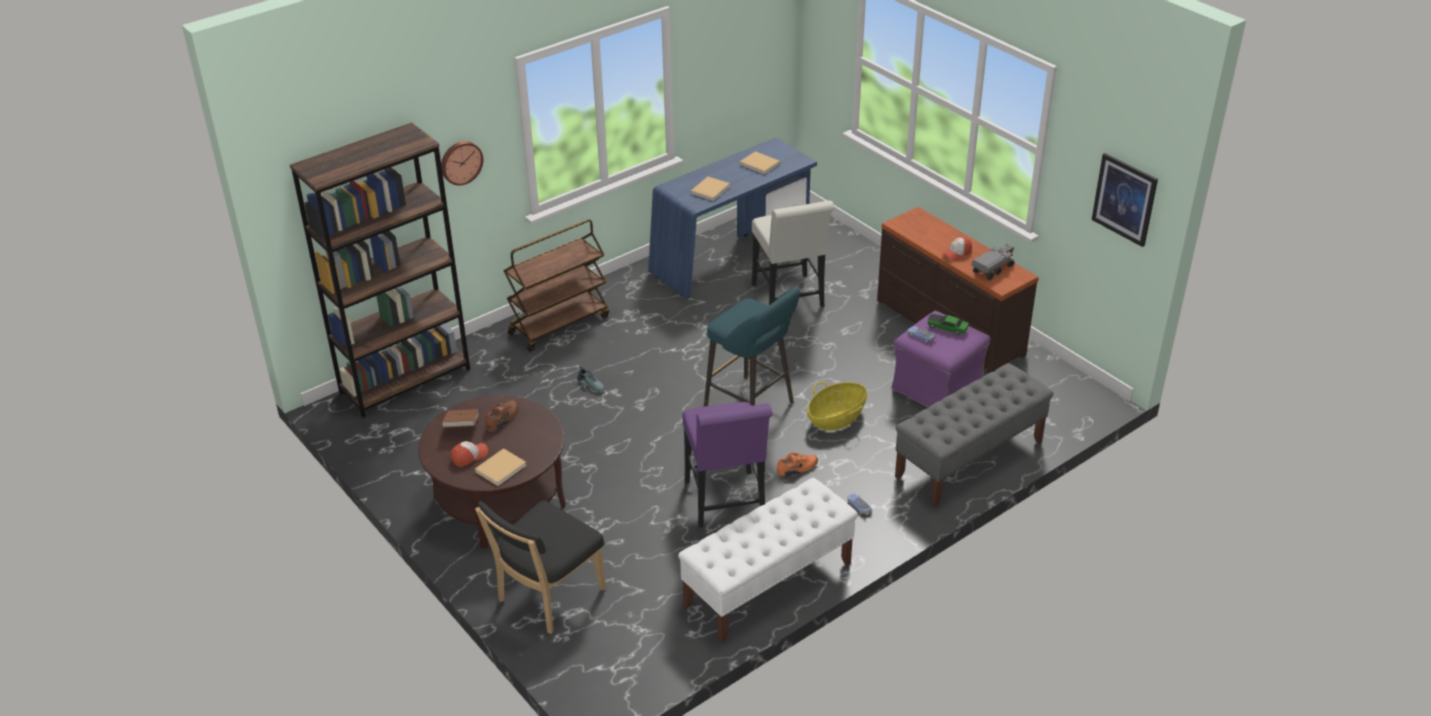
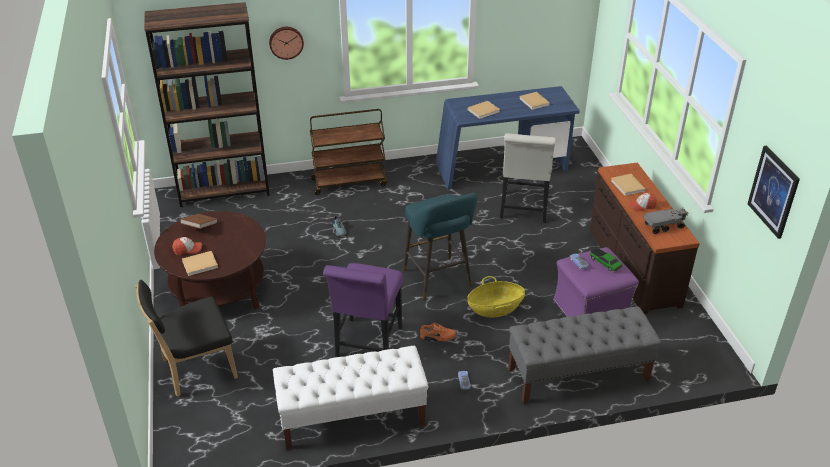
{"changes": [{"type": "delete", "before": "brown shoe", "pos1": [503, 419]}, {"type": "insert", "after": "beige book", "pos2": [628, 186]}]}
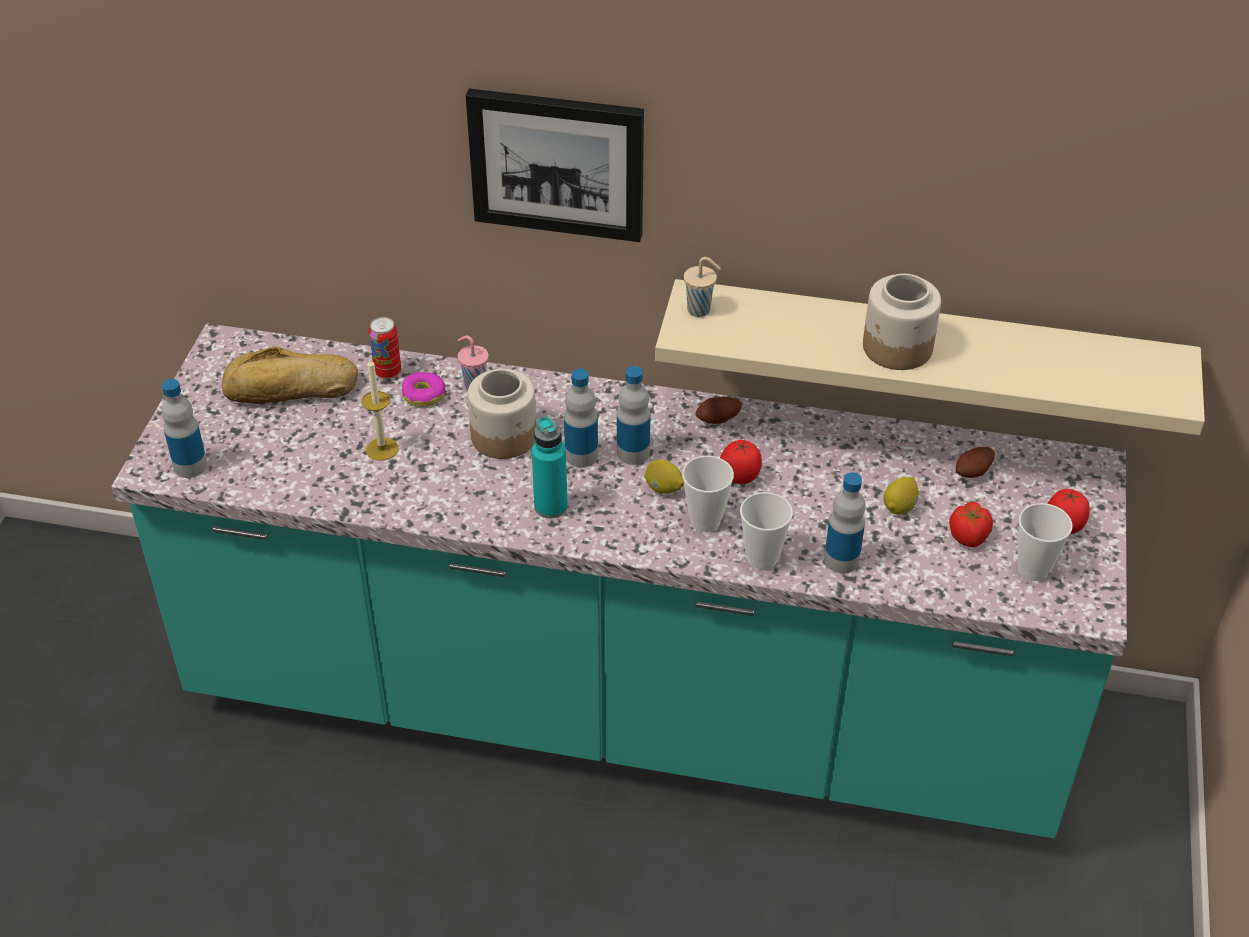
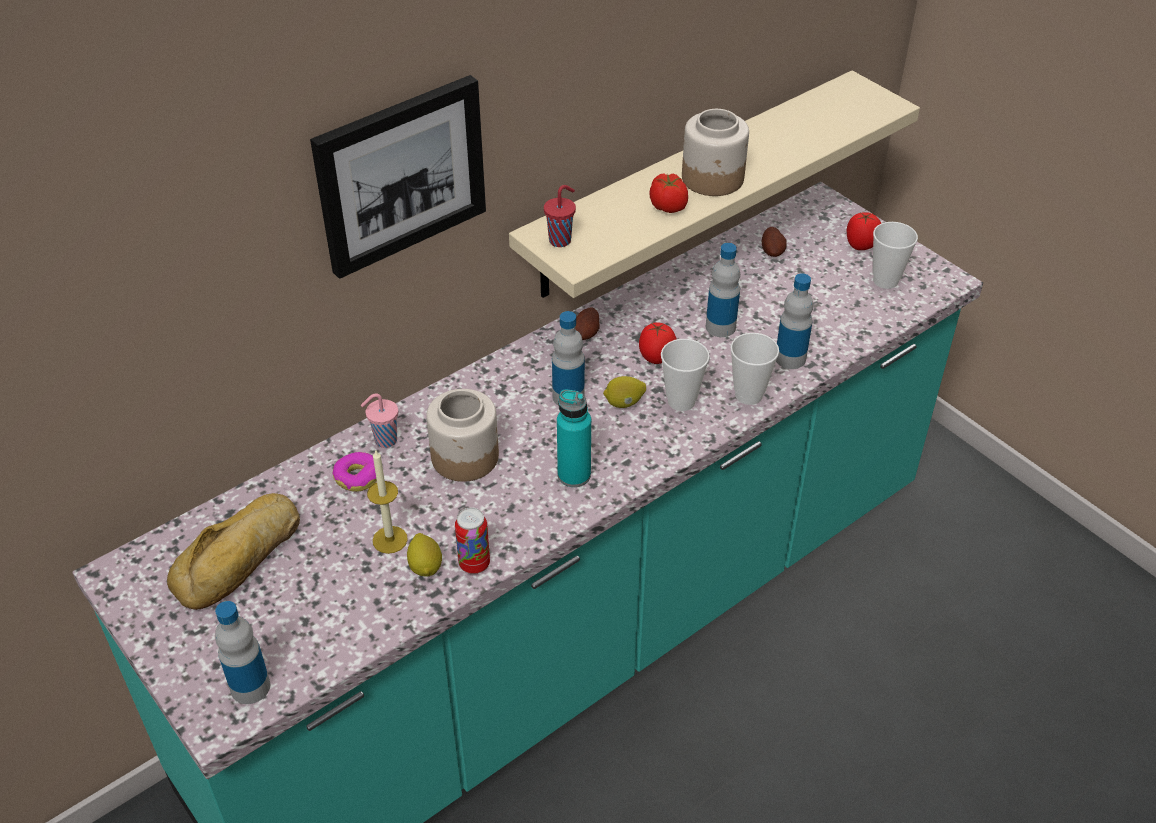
{"changes": [{"type": "recolor", "before": "beige cup", "after": "red cup", "pos1": [700, 310], "pos2": [561, 240]}, {"type": "move", "before": "can", "pos1": [388, 372], "pos2": [474, 564]}, {"type": "move", "before": "bottle", "pos1": [581, 455], "pos2": [720, 327]}, {"type": "move", "before": "lemon", "pos1": [900, 507], "pos2": [426, 566]}, {"type": "move", "before": "tomato", "pos1": [968, 537], "pos2": [668, 207]}]}
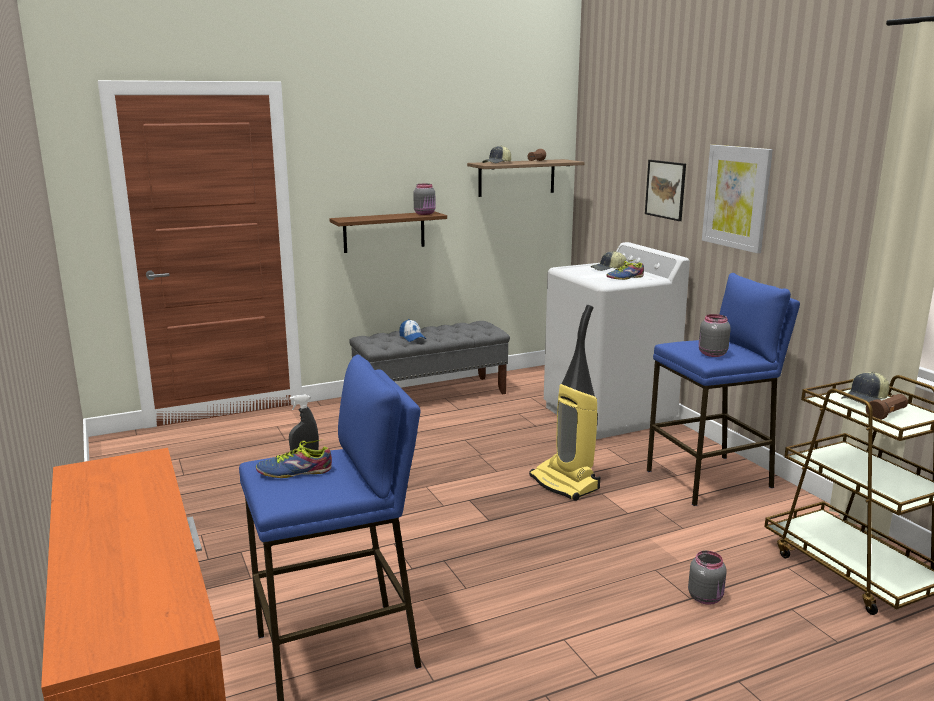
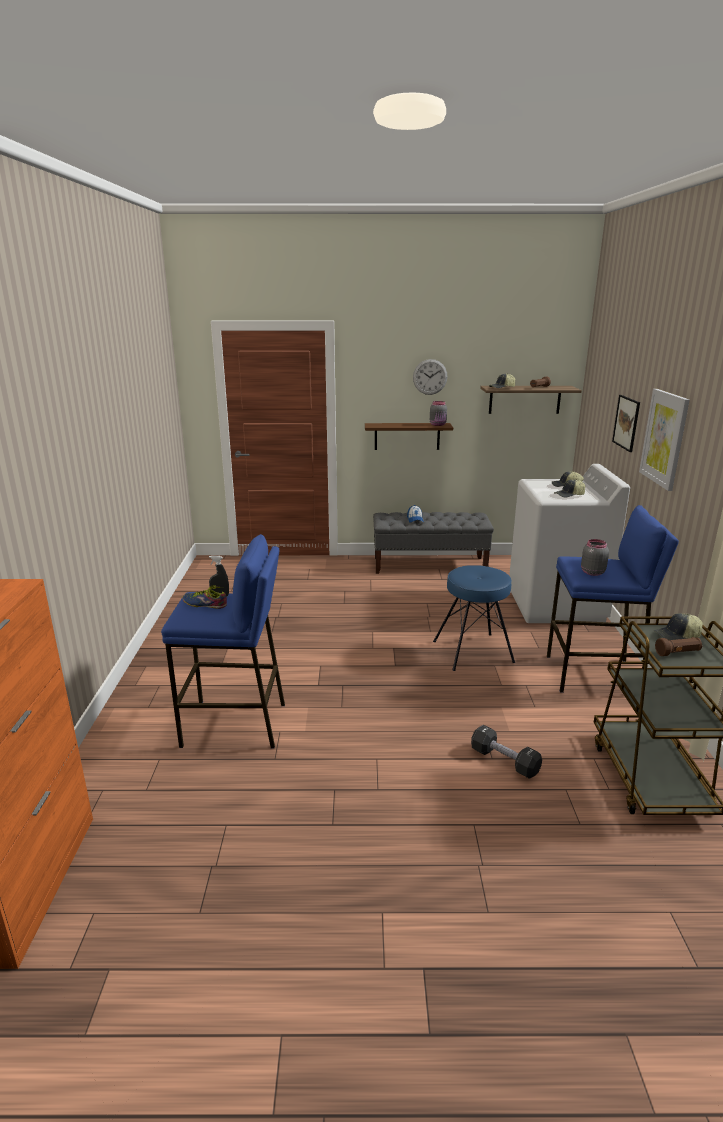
{"changes": [{"type": "replace", "before": "shoe", "after": "cap", "pos1": [624, 277], "pos2": [569, 495]}, {"type": "replace", "before": "vacuum cleaner", "after": "blue stool", "pos1": [565, 483], "pos2": [473, 652]}, {"type": "replace", "before": "grey jar", "after": "black dumbbell", "pos1": [706, 597], "pos2": [504, 761]}, {"type": "insert", "after": "wall clock", "pos2": [430, 377]}]}
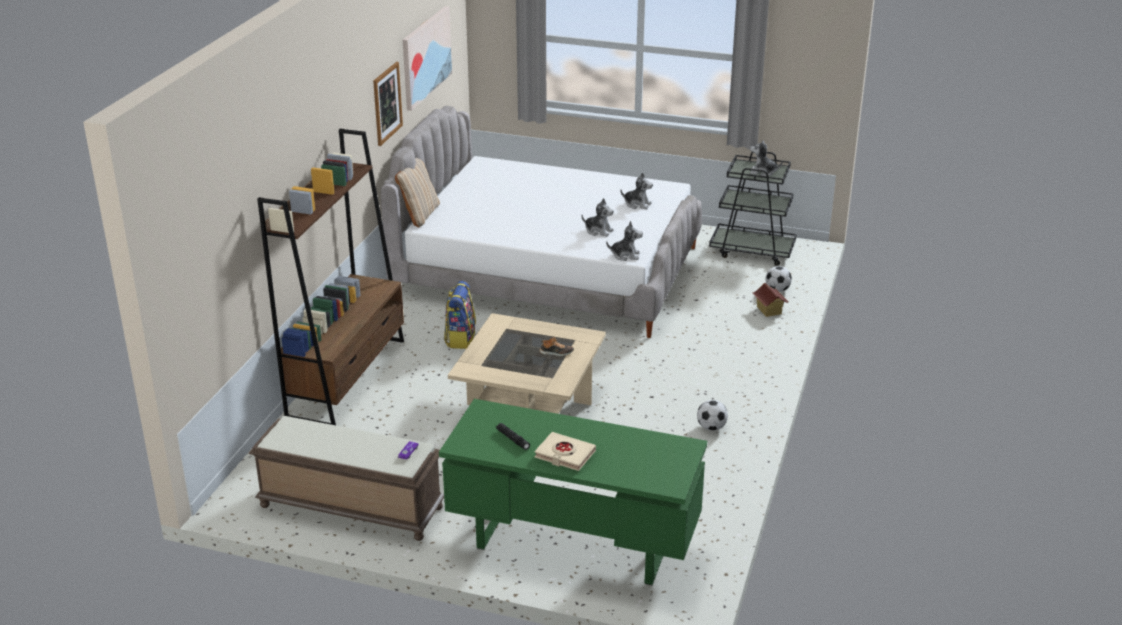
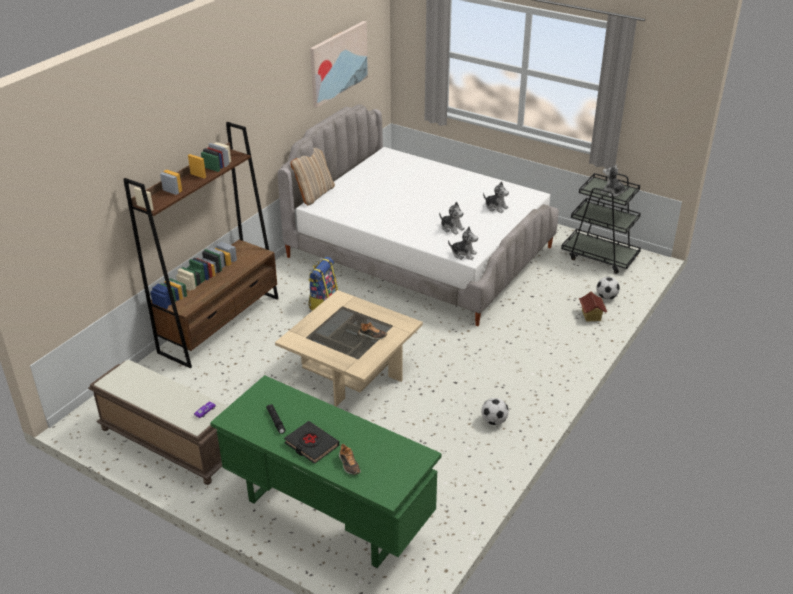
{"changes": [{"type": "delete", "before": "picture", "pos1": [387, 103]}, {"type": "recolor", "before": "beige book", "after": "black book", "pos1": [565, 455], "pos2": [311, 445]}, {"type": "insert", "after": "shoe", "pos2": [349, 464]}]}
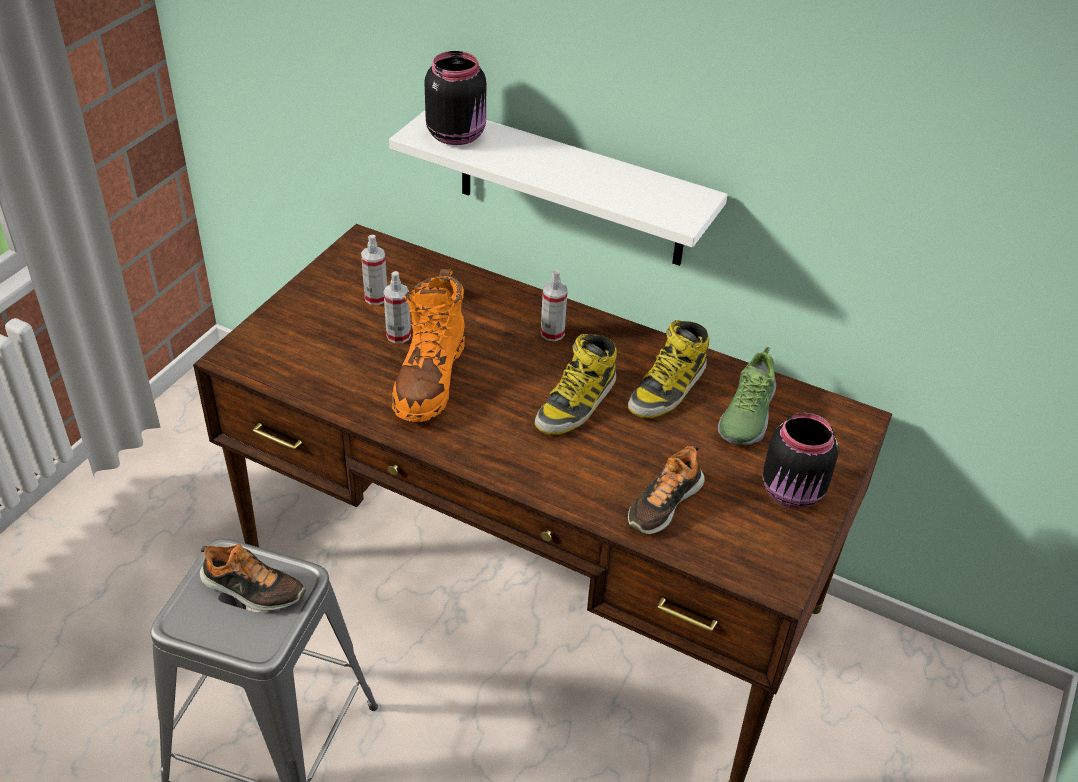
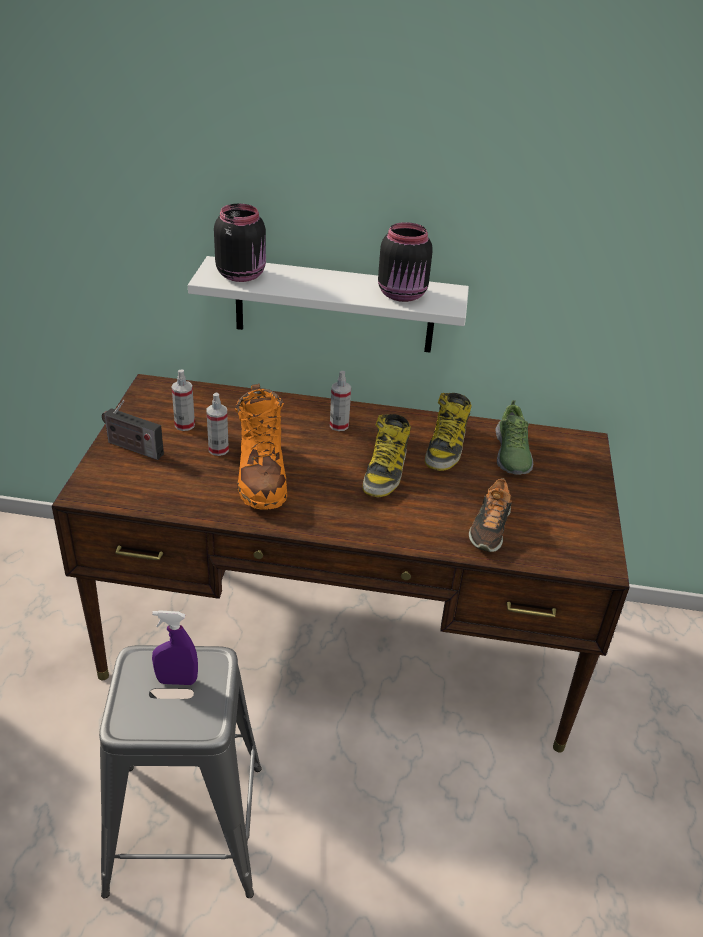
{"changes": [{"type": "move", "before": "black jar", "pos1": [793, 493], "pos2": [403, 295]}, {"type": "replace", "before": "shoe", "after": "purple spray bottle", "pos1": [252, 589], "pos2": [177, 680]}, {"type": "insert", "after": "radio", "pos2": [132, 448]}]}
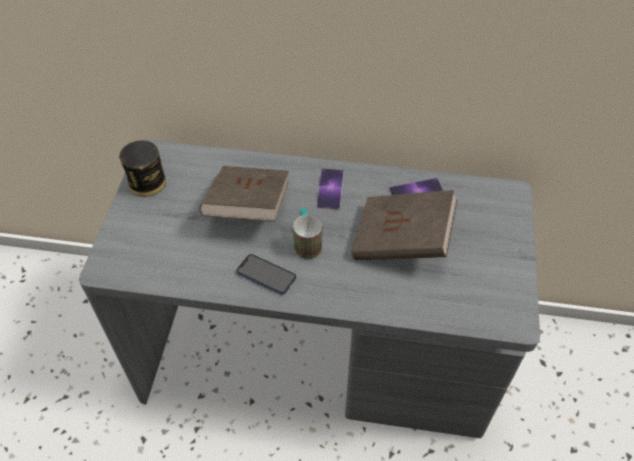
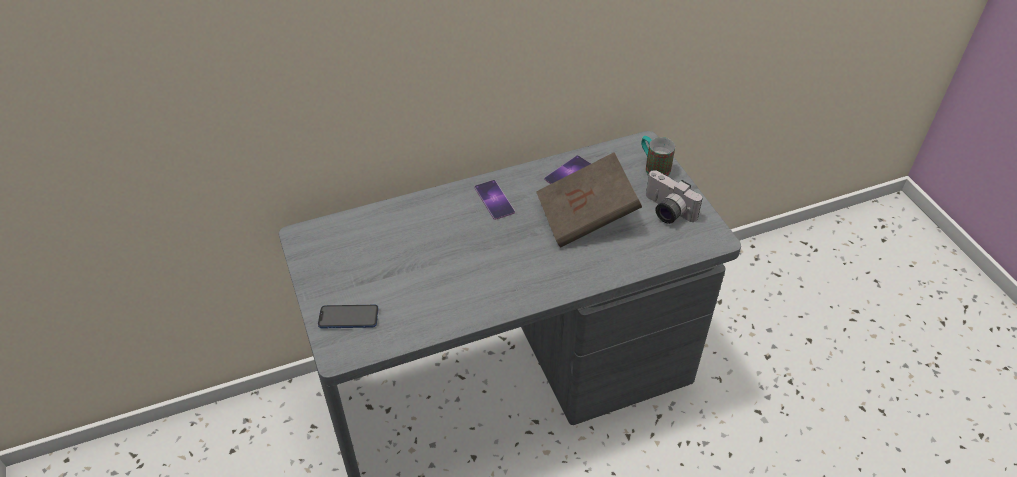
{"changes": [{"type": "delete", "before": "can", "pos1": [147, 182]}, {"type": "delete", "before": "brown book", "pos1": [248, 208]}, {"type": "move", "before": "mug", "pos1": [306, 243], "pos2": [653, 167]}, {"type": "move", "before": "phone", "pos1": [266, 275], "pos2": [348, 317]}, {"type": "insert", "after": "photo camera", "pos2": [666, 211]}]}
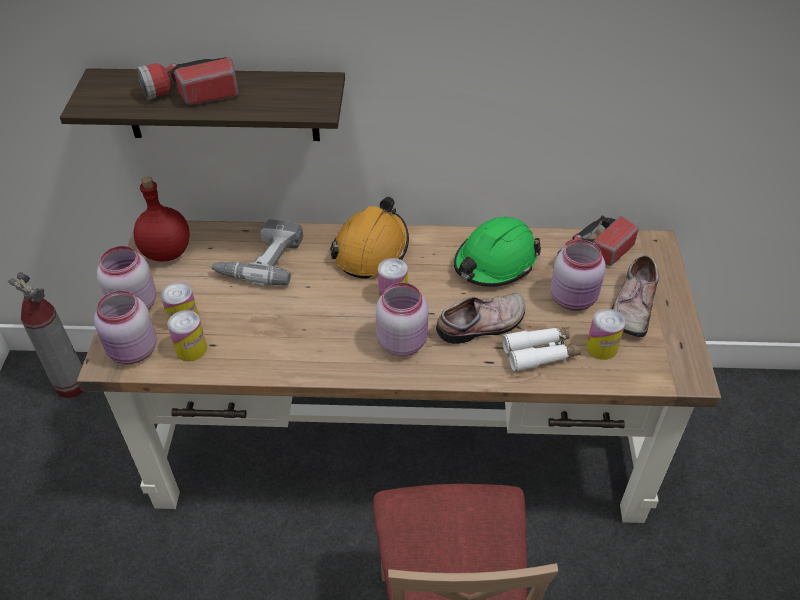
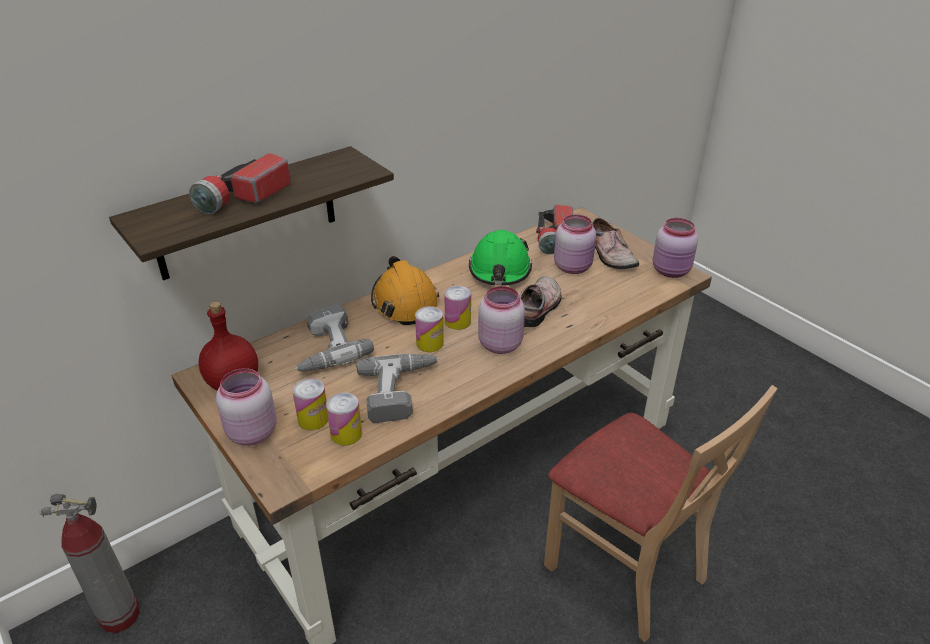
{"changes": [{"type": "move", "before": "pink jar", "pos1": [133, 351], "pos2": [672, 271]}, {"type": "move", "before": "can", "pos1": [601, 347], "pos2": [430, 343]}, {"type": "delete", "before": "white binoculars", "pos1": [540, 353]}, {"type": "insert", "after": "power drill", "pos2": [401, 392]}]}
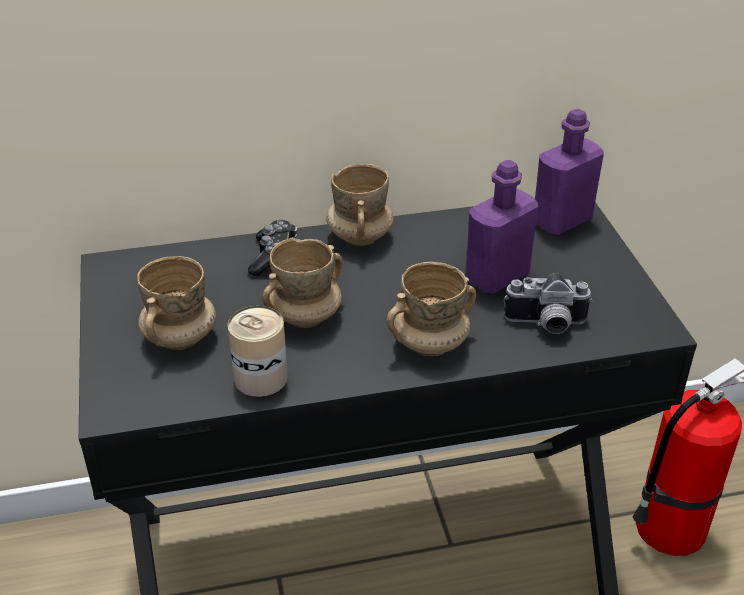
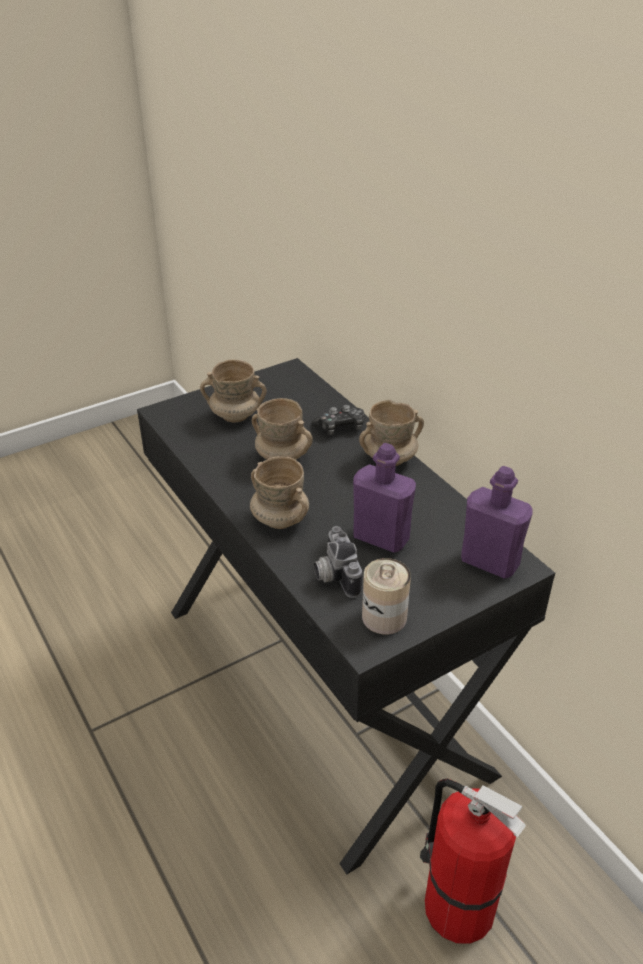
{"changes": [{"type": "move", "before": "can", "pos1": [260, 378], "pos2": [384, 617]}]}
